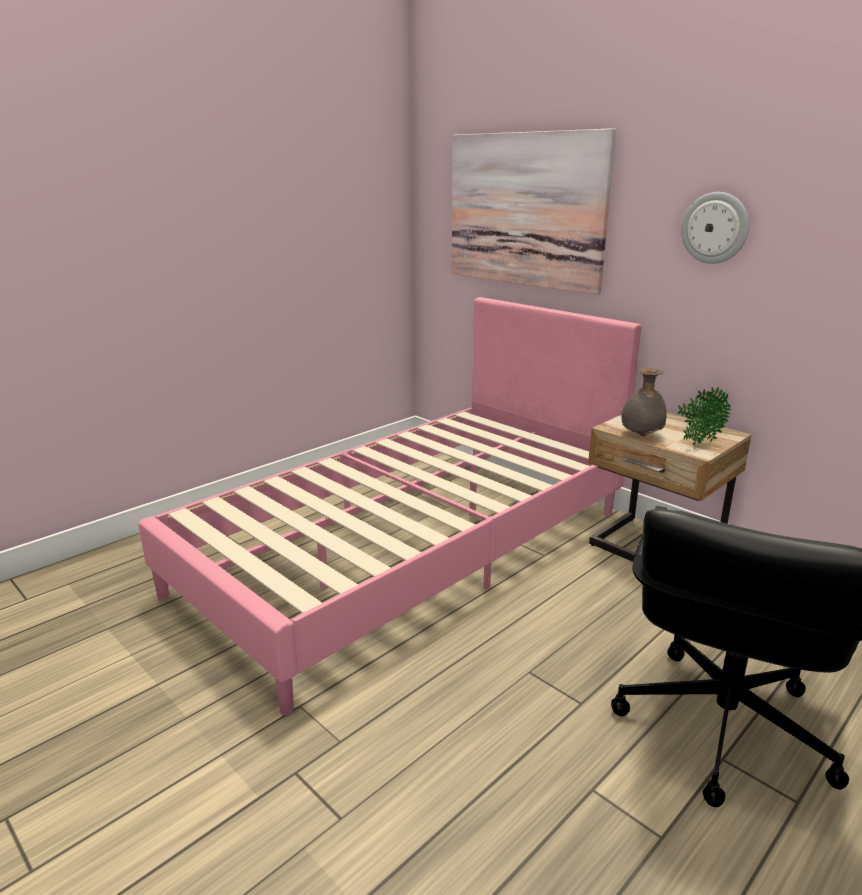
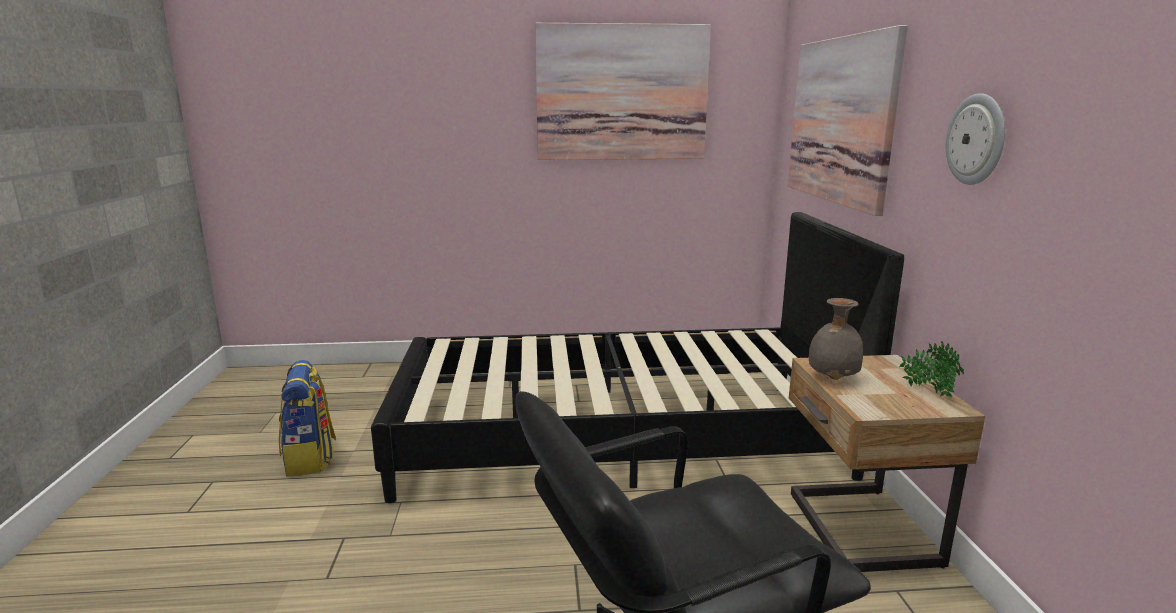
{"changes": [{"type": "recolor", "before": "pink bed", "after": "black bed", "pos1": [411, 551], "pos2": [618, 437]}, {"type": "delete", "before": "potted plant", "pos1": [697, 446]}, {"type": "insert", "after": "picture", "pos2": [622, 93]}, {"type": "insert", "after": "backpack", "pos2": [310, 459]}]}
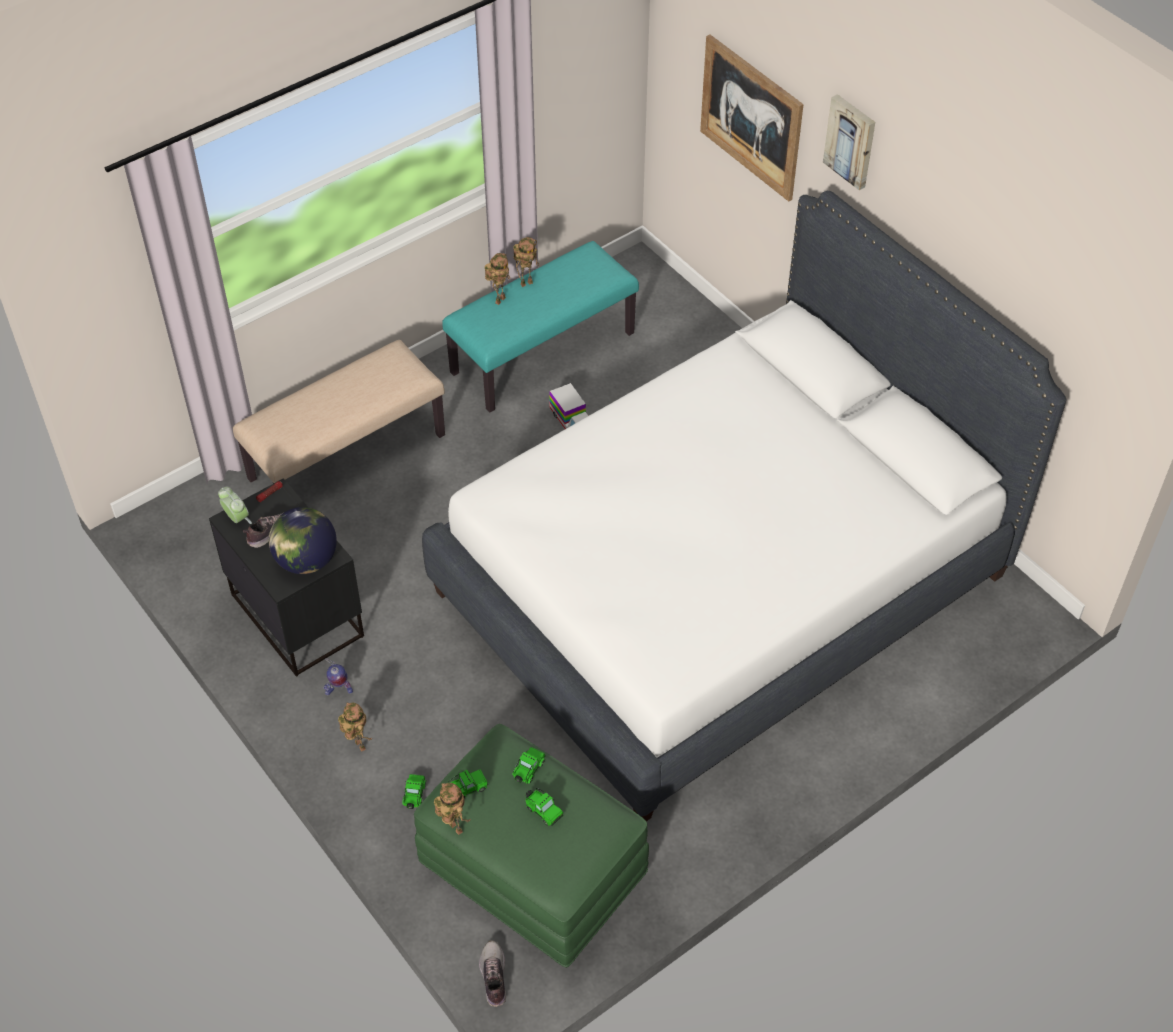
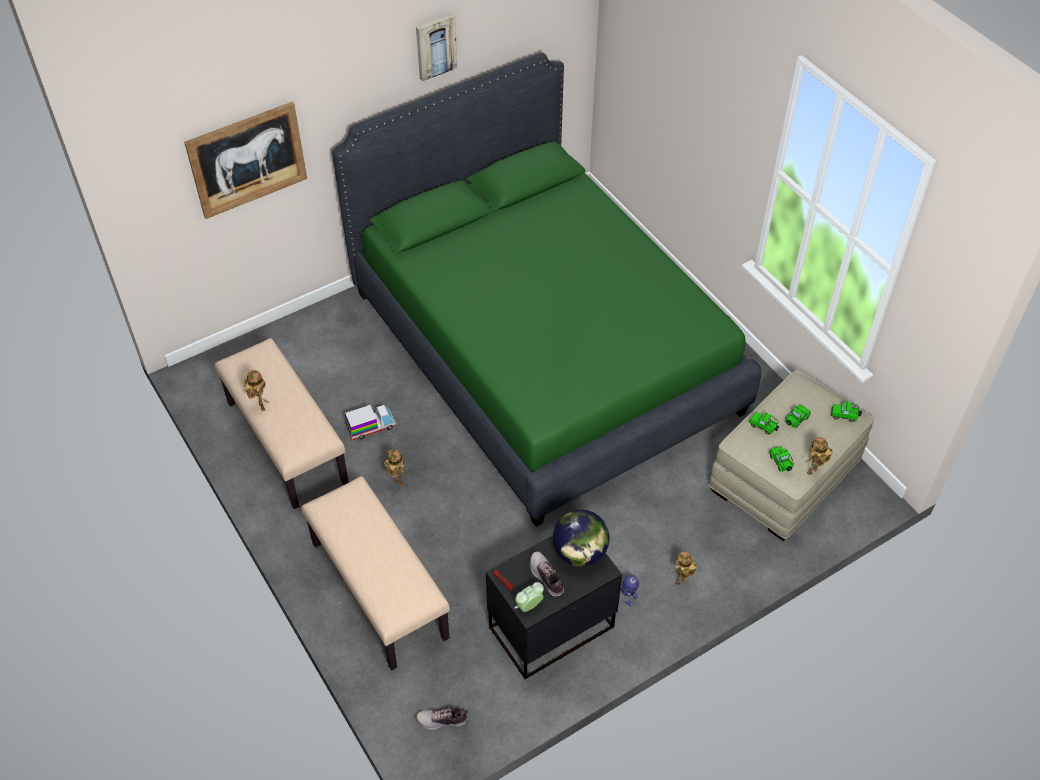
{"changes": [{"type": "move", "before": "picture", "pos1": [851, 141], "pos2": [435, 46]}, {"type": "recolor", "before": "white bed", "after": "green bed", "pos1": [722, 583], "pos2": [544, 351]}, {"type": "recolor", "before": "turquoise bench", "after": "beige bench", "pos1": [542, 352], "pos2": [285, 442]}, {"type": "move", "before": "toy robot", "pos1": [499, 299], "pos2": [397, 483]}, {"type": "recolor", "before": "green ottoman", "after": "beige ottoman", "pos1": [531, 871], "pos2": [784, 477]}, {"type": "move", "before": "toy car", "pos1": [414, 796], "pos2": [845, 416]}, {"type": "move", "before": "shoe", "pos1": [493, 977], "pos2": [442, 721]}]}
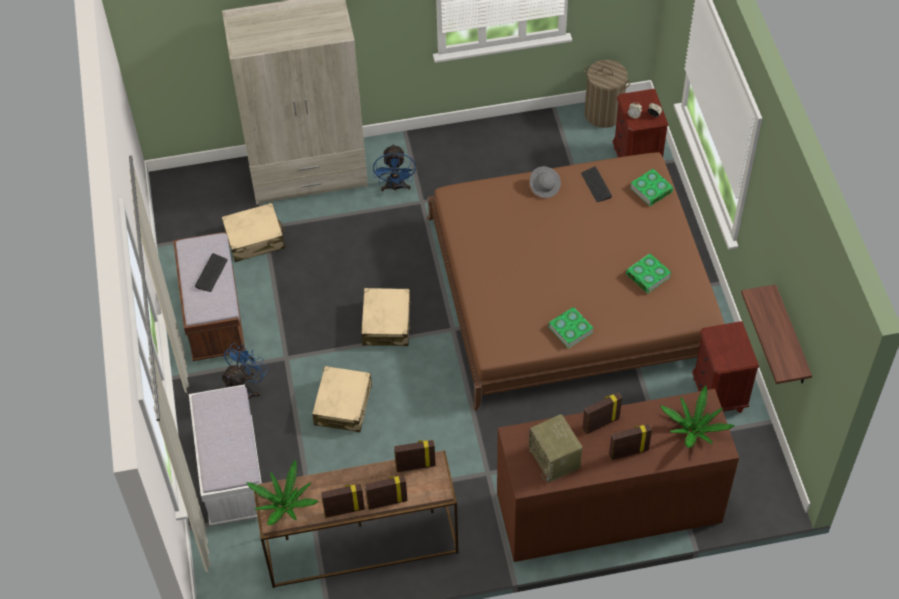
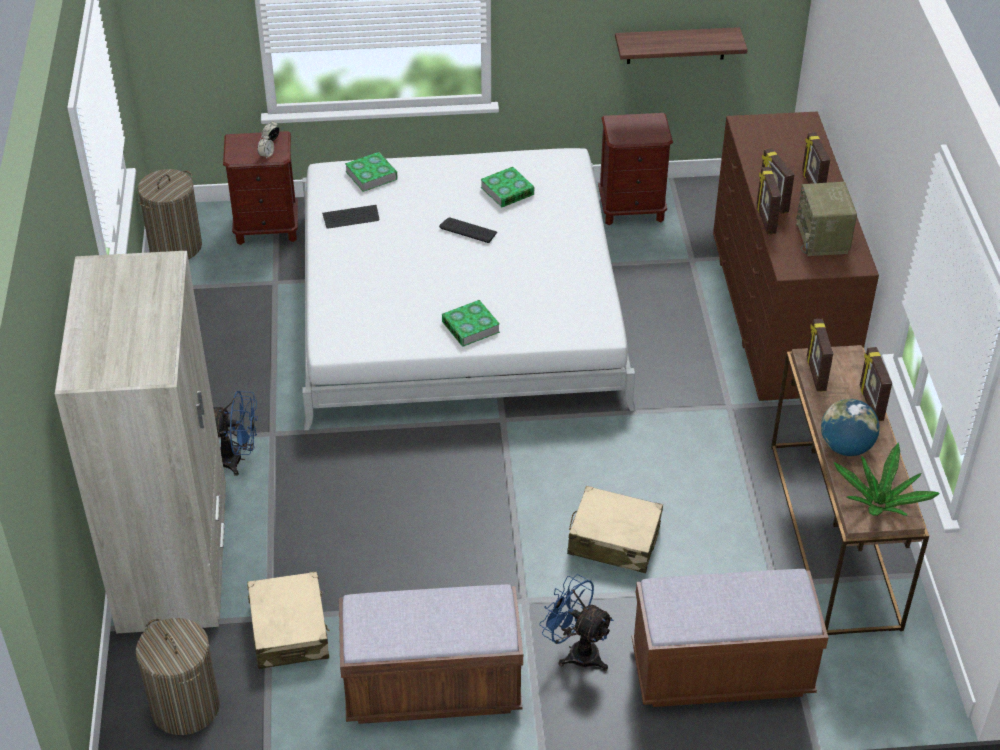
{"changes": [{"type": "recolor", "before": "brown bed", "after": "white bed", "pos1": [572, 288], "pos2": [458, 305]}, {"type": "delete", "before": "grey hat", "pos1": [545, 187]}, {"type": "move", "before": "keyboard", "pos1": [211, 273], "pos2": [468, 230]}, {"type": "delete", "before": "beige suitcase", "pos1": [386, 323]}, {"type": "move", "before": "book", "pos1": [570, 329], "pos2": [470, 327]}, {"type": "recolor", "before": "white bench", "after": "brown bench", "pos1": [232, 474], "pos2": [721, 672]}, {"type": "delete", "before": "potted plant", "pos1": [694, 429]}, {"type": "rotate", "before": "radio", "pos1": [555, 459], "pos2": [823, 239], "turn": 105}, {"type": "move", "before": "picture frame", "pos1": [344, 510], "pos2": [765, 220]}, {"type": "insert", "after": "globe", "pos2": [846, 447]}, {"type": "insert", "after": "laundry basket", "pos2": [185, 707]}]}
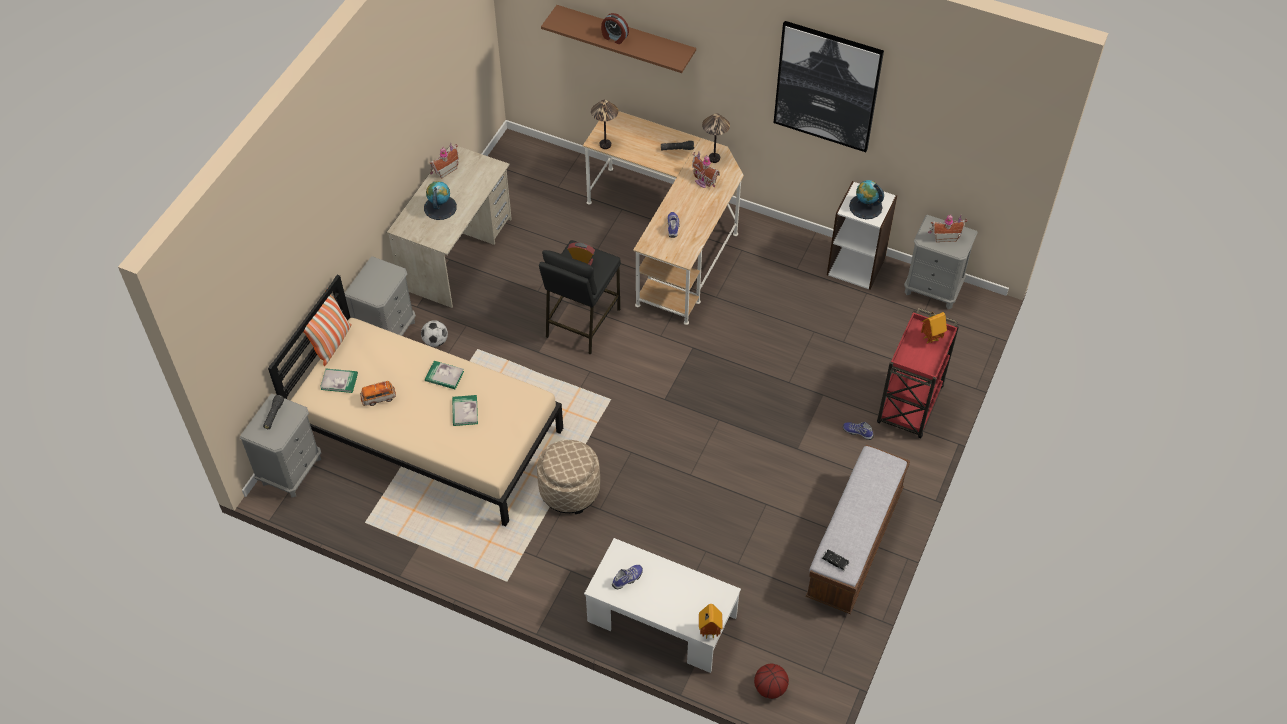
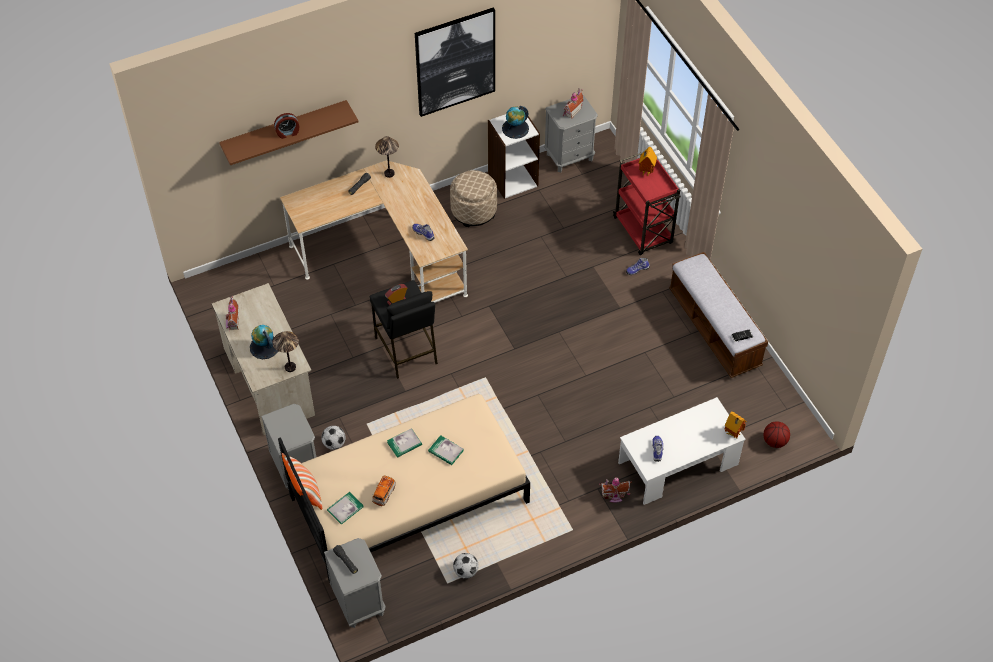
{"changes": [{"type": "move", "before": "table lamp", "pos1": [605, 145], "pos2": [290, 367]}, {"type": "move", "before": "toy house", "pos1": [703, 181], "pos2": [614, 496]}, {"type": "move", "before": "beige ottoman", "pos1": [569, 490], "pos2": [473, 211]}, {"type": "insert", "after": "football", "pos2": [466, 571]}]}
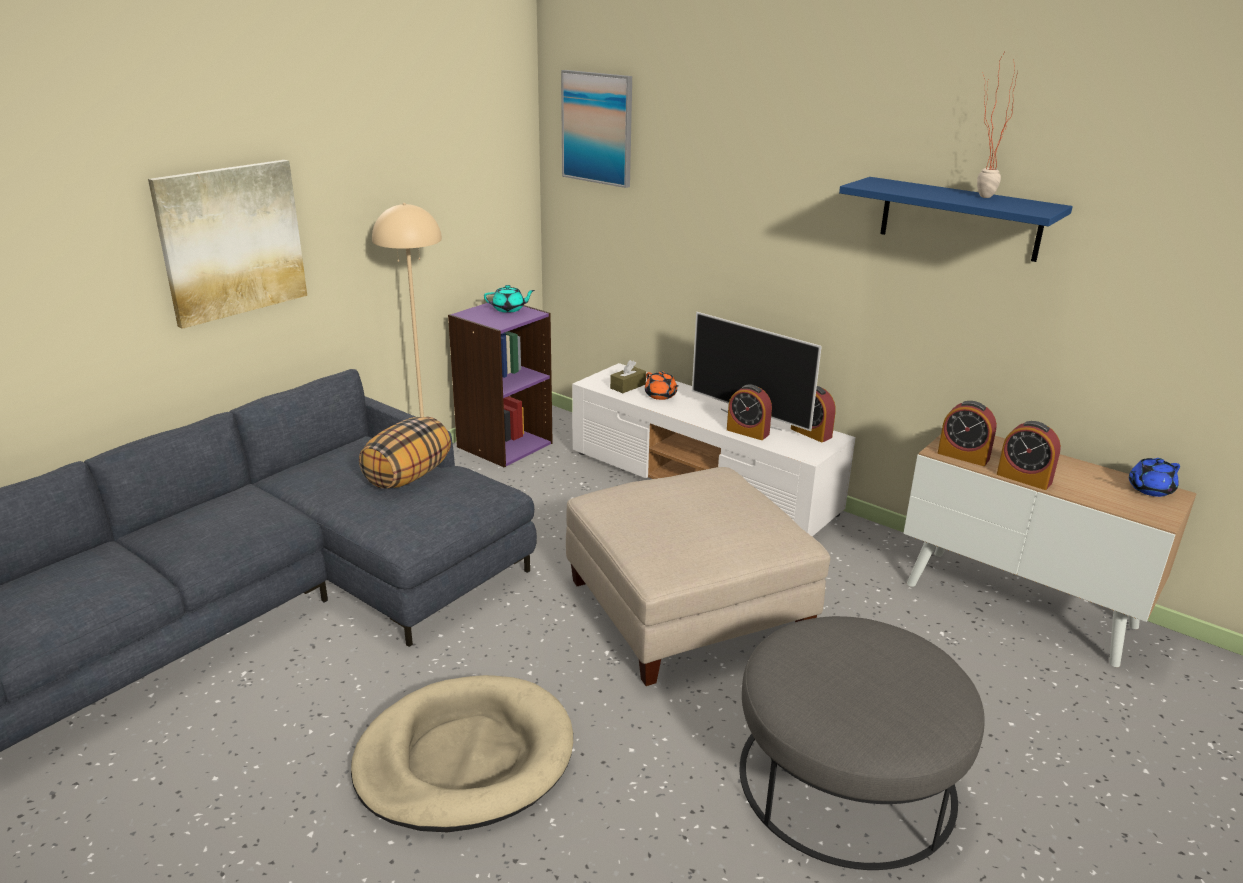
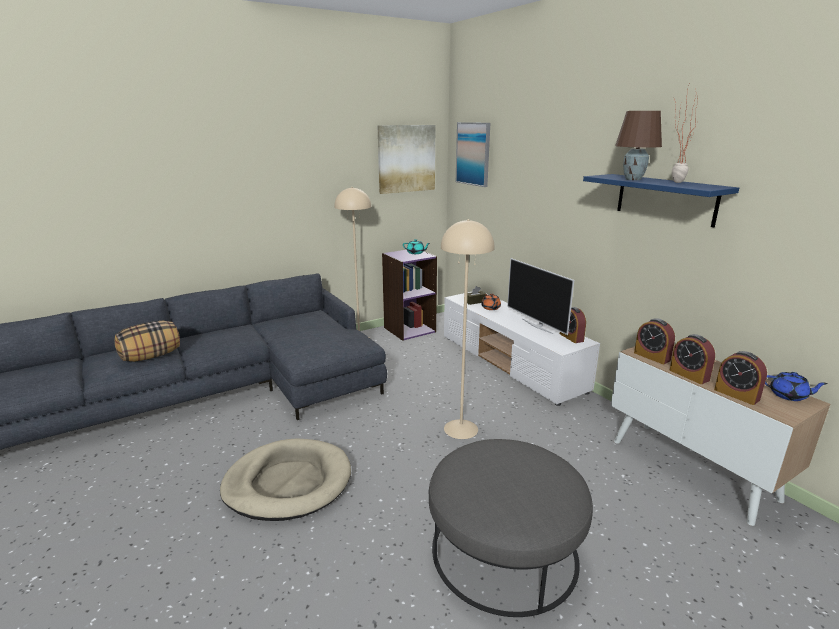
{"changes": [{"type": "move", "before": "picture", "pos1": [231, 241], "pos2": [406, 158]}, {"type": "move", "before": "alarm clock", "pos1": [747, 432], "pos2": [736, 394]}, {"type": "move", "before": "pillow", "pos1": [408, 476], "pos2": [151, 356]}, {"type": "rotate", "before": "blue teapot", "pos1": [1149, 489], "pos2": [788, 395], "turn": -150}, {"type": "replace", "before": "beige ottoman", "after": "beige floor lamp", "pos1": [687, 607], "pos2": [461, 429]}, {"type": "insert", "after": "brown table lamp", "pos2": [632, 179]}]}
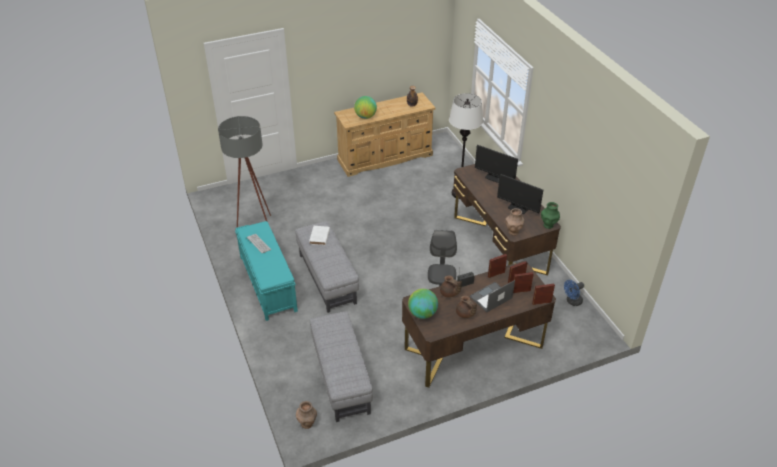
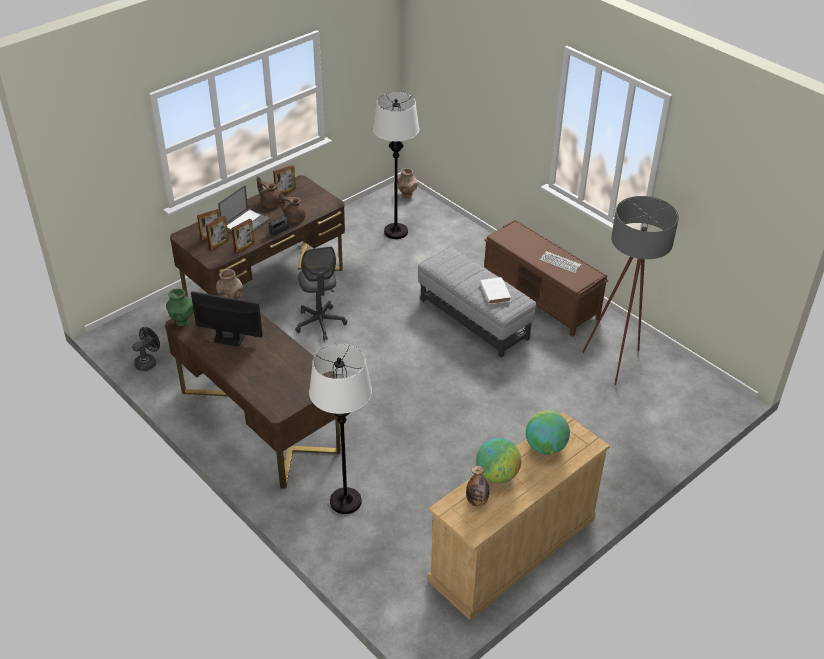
{"changes": [{"type": "delete", "before": "monitor", "pos1": [494, 177]}, {"type": "recolor", "before": "turquoise bench", "after": "brown bench", "pos1": [267, 283], "pos2": [541, 298]}, {"type": "recolor", "before": "blue fan", "after": "black fan", "pos1": [572, 302], "pos2": [148, 362]}, {"type": "move", "before": "picture frame", "pos1": [541, 302], "pos2": [285, 191]}, {"type": "move", "before": "globe", "pos1": [422, 313], "pos2": [497, 475]}, {"type": "replace", "before": "grey ottoman", "after": "white floor lamp", "pos1": [341, 378], "pos2": [395, 232]}]}
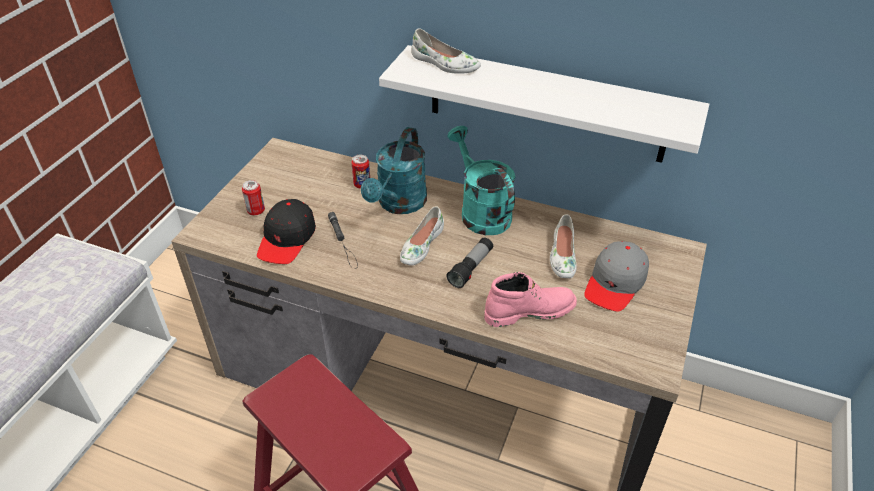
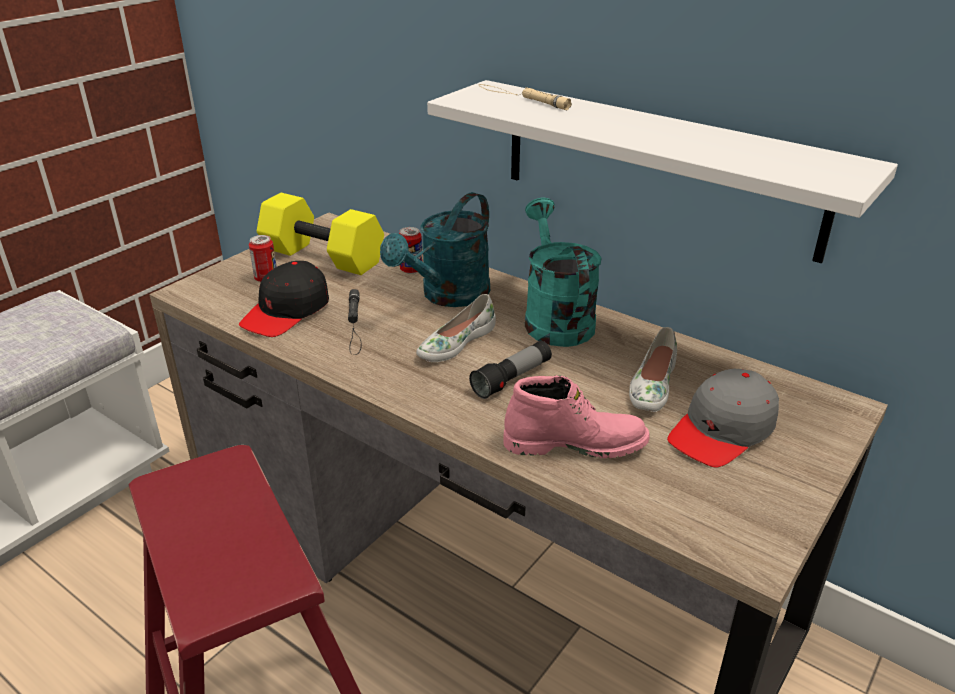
{"changes": [{"type": "replace", "before": "white shoe", "after": "beige flashlight", "pos1": [444, 64], "pos2": [521, 97]}, {"type": "insert", "after": "yellow dumbbell", "pos2": [320, 257]}]}
